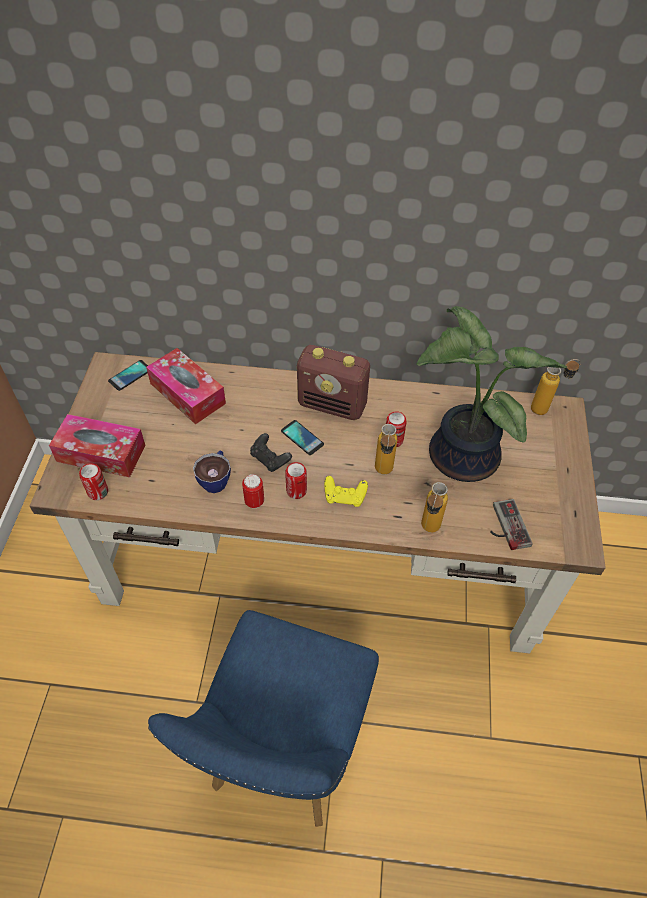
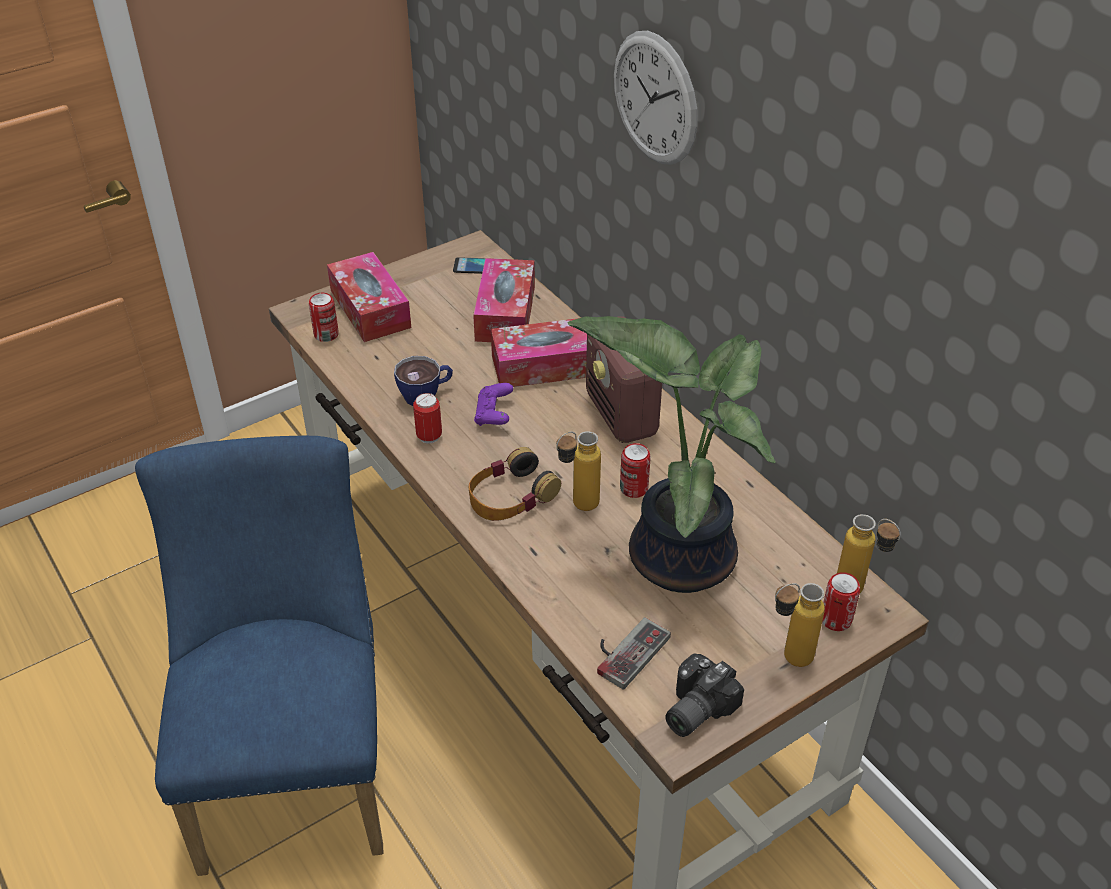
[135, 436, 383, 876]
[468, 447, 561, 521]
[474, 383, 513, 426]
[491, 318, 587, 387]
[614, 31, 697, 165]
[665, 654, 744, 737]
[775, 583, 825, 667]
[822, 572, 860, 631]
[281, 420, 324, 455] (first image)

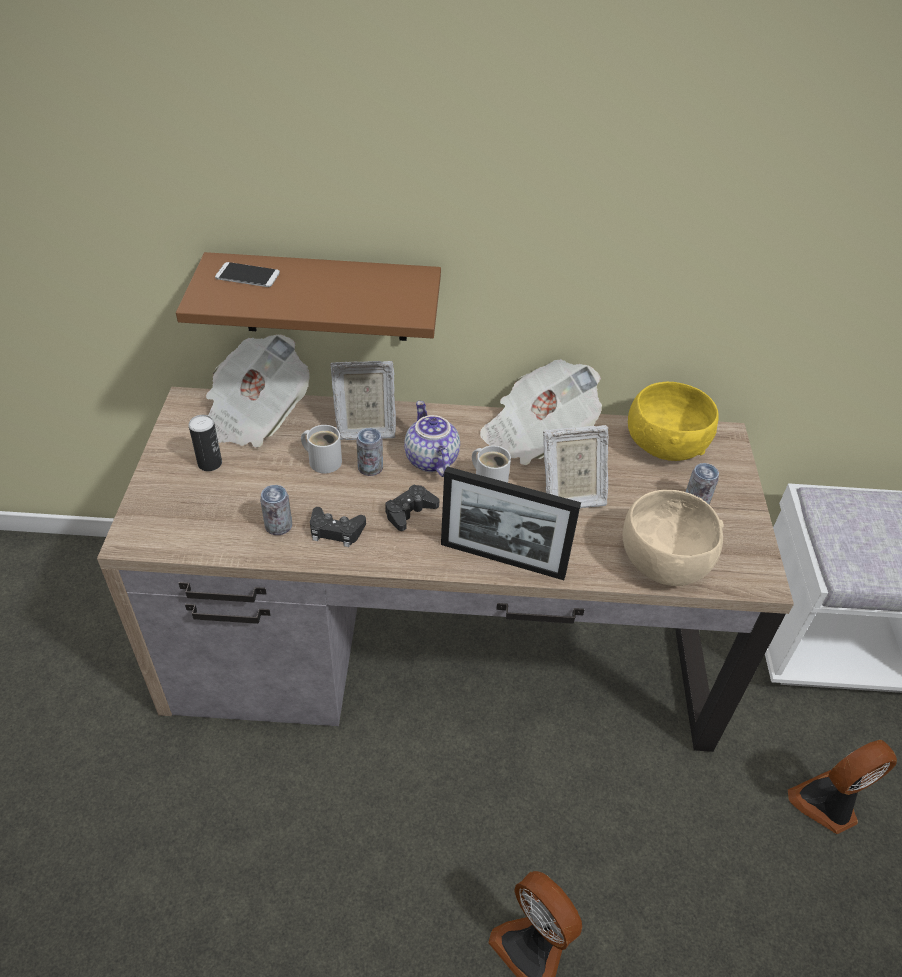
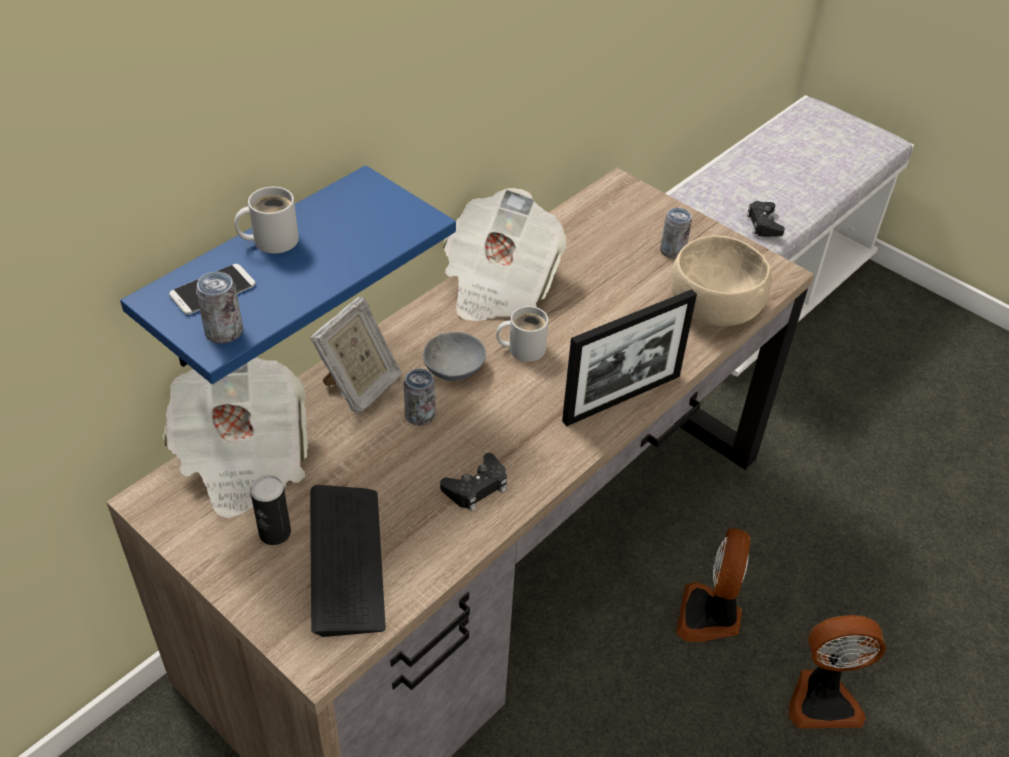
[120, 165, 456, 384]
[196, 272, 243, 344]
[234, 187, 299, 254]
[310, 485, 386, 637]
[423, 332, 486, 381]
[676, 528, 751, 642]
[746, 201, 785, 237]
[543, 425, 609, 508] (first image)
[628, 382, 719, 461] (first image)

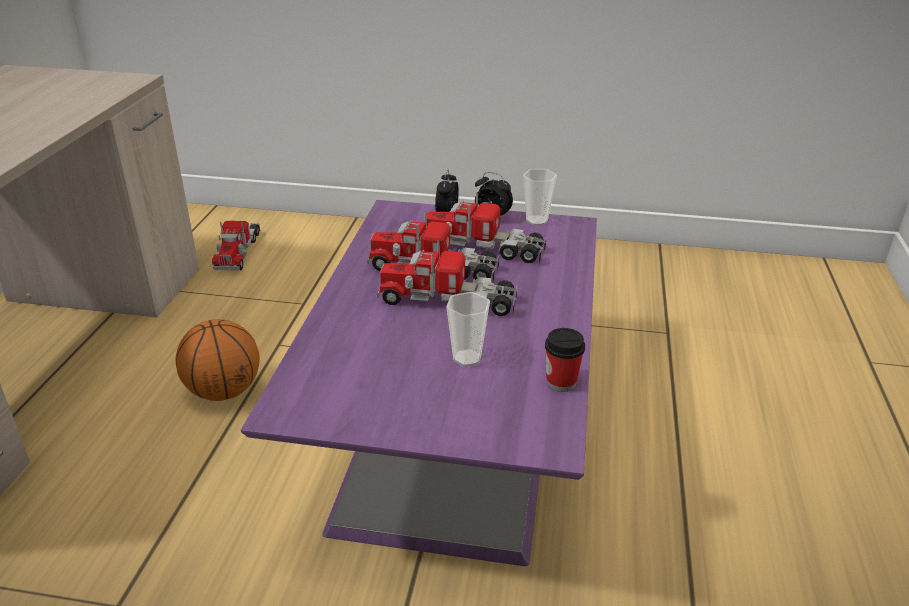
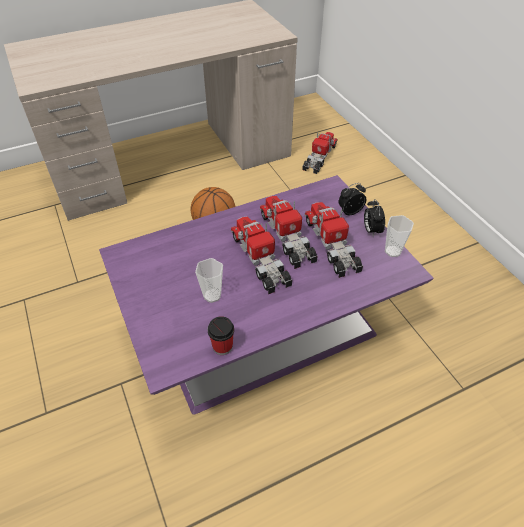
[302, 132, 338, 174]

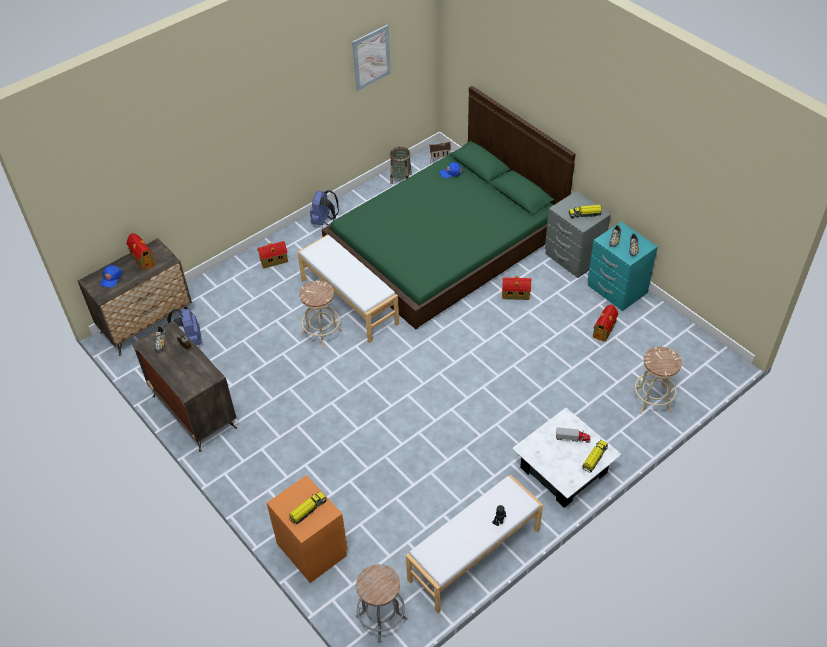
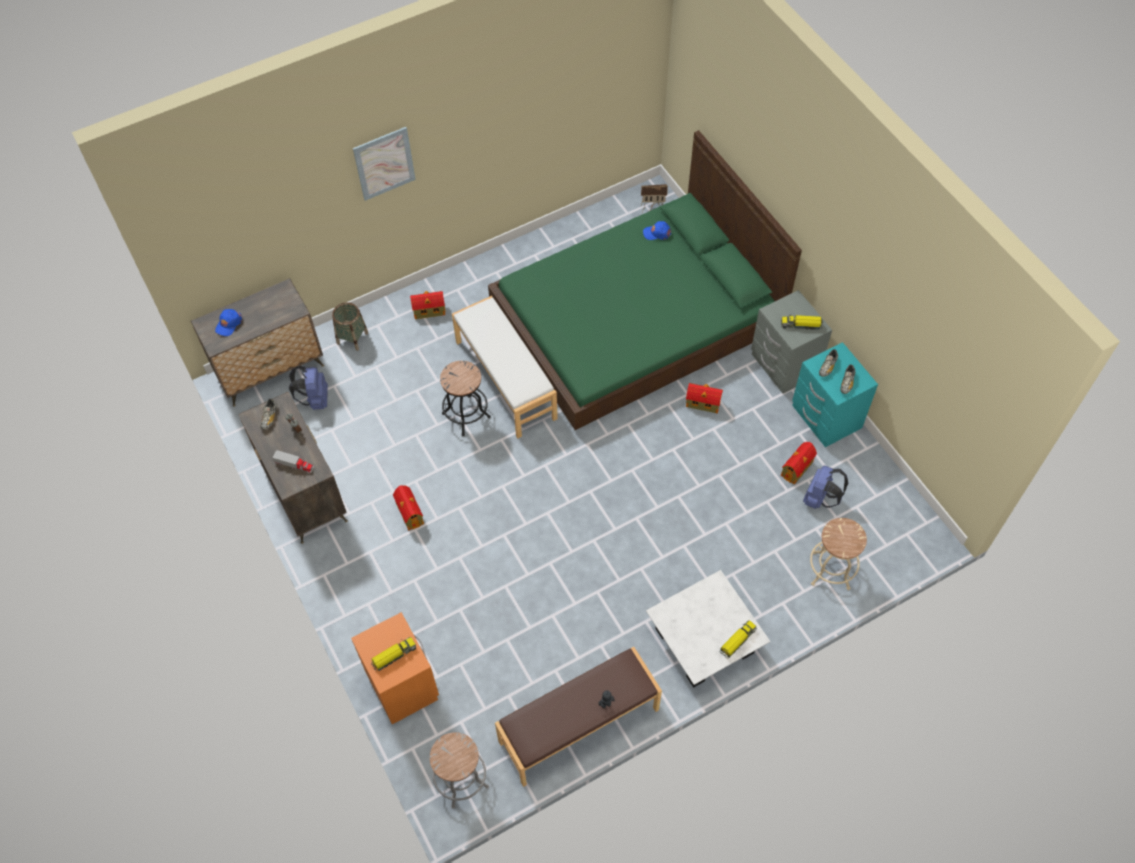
[273, 450, 314, 473]
[332, 302, 368, 351]
[353, 127, 416, 201]
[393, 485, 424, 530]
[440, 361, 491, 436]
[495, 647, 662, 787]
[803, 465, 848, 509]

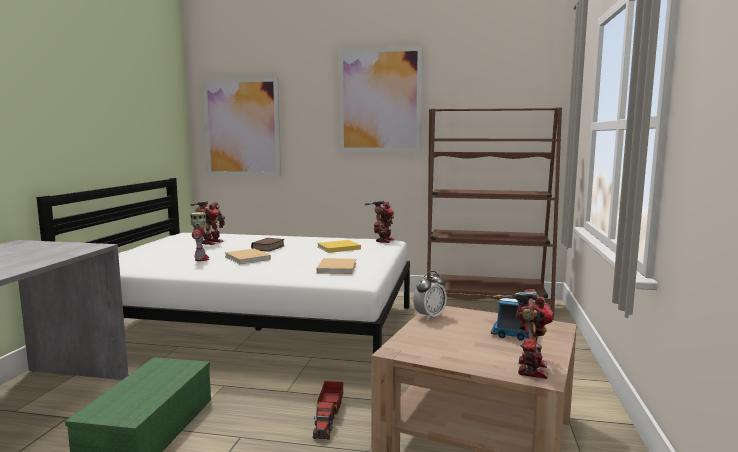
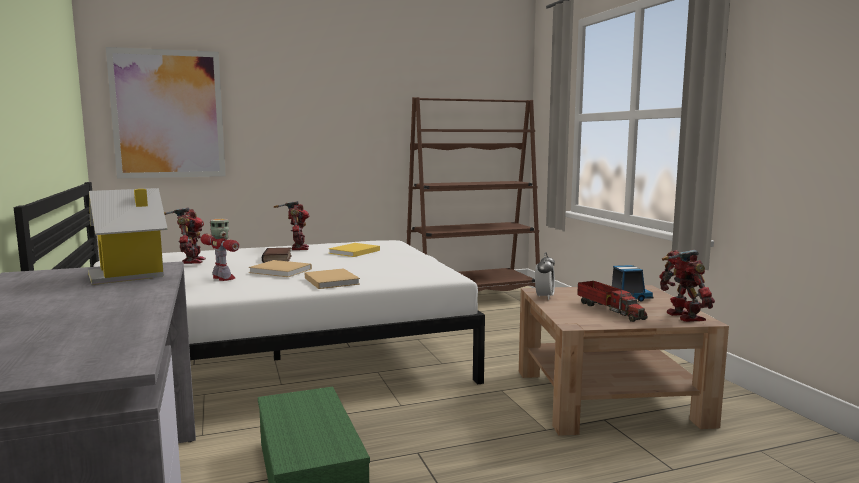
[88, 188, 168, 285]
[274, 201, 309, 250]
[305, 268, 360, 289]
[577, 281, 647, 322]
[339, 46, 423, 152] (first image)

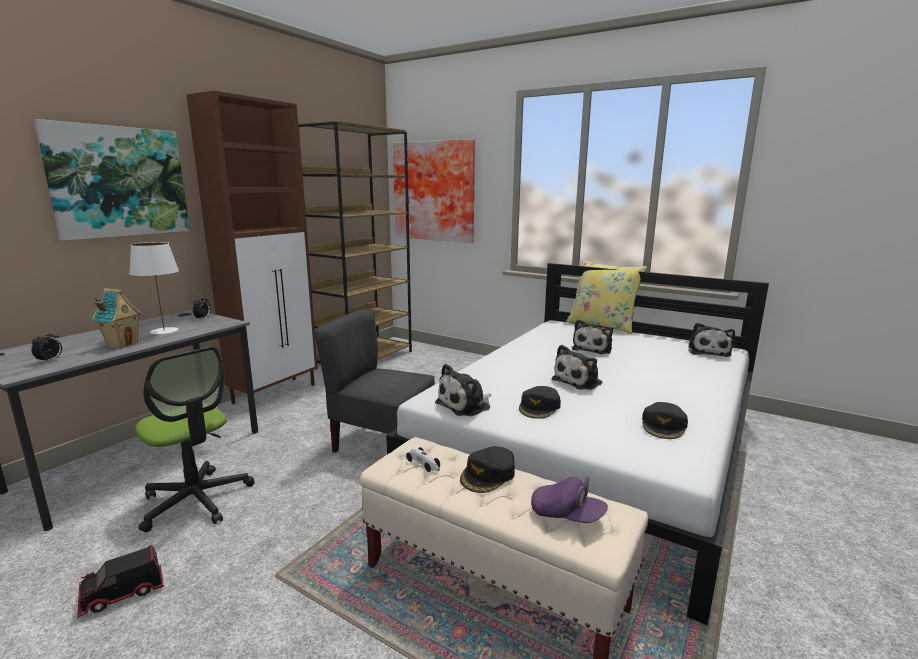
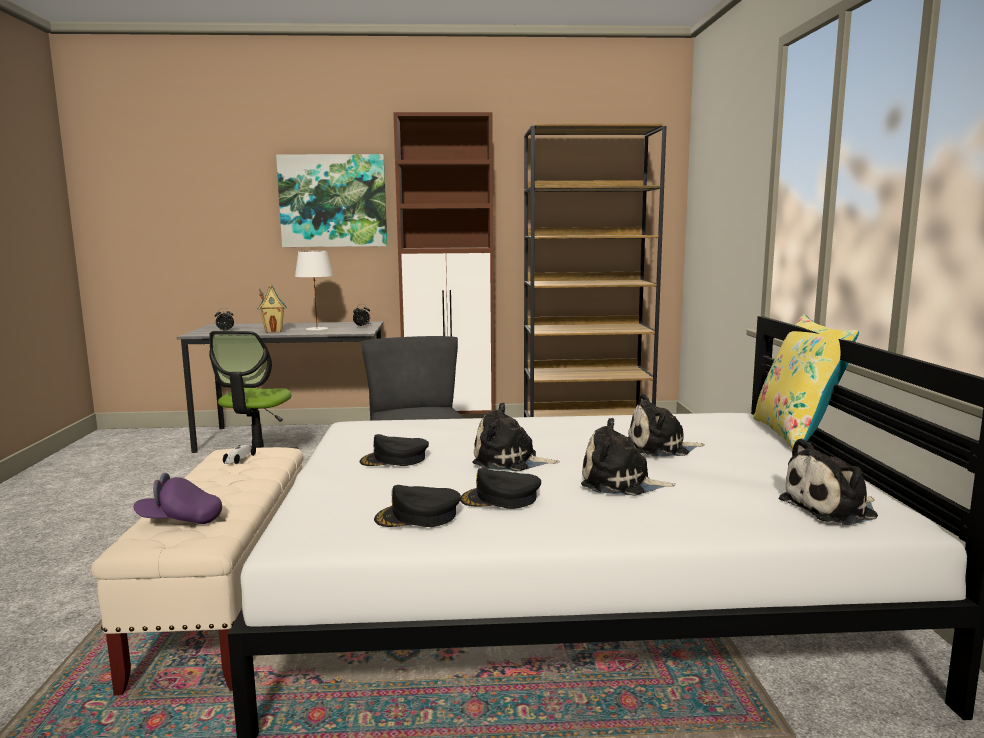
[133, 473, 222, 524]
[460, 468, 541, 509]
[581, 418, 677, 496]
[77, 545, 164, 618] (first image)
[393, 139, 475, 243] (first image)

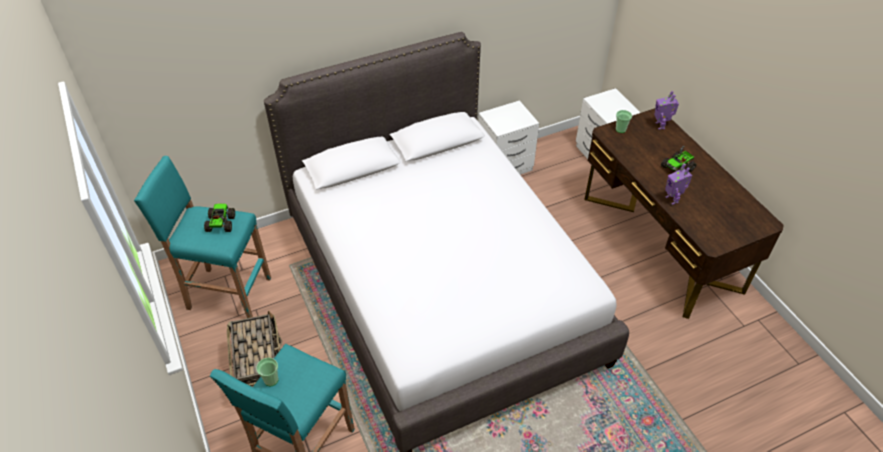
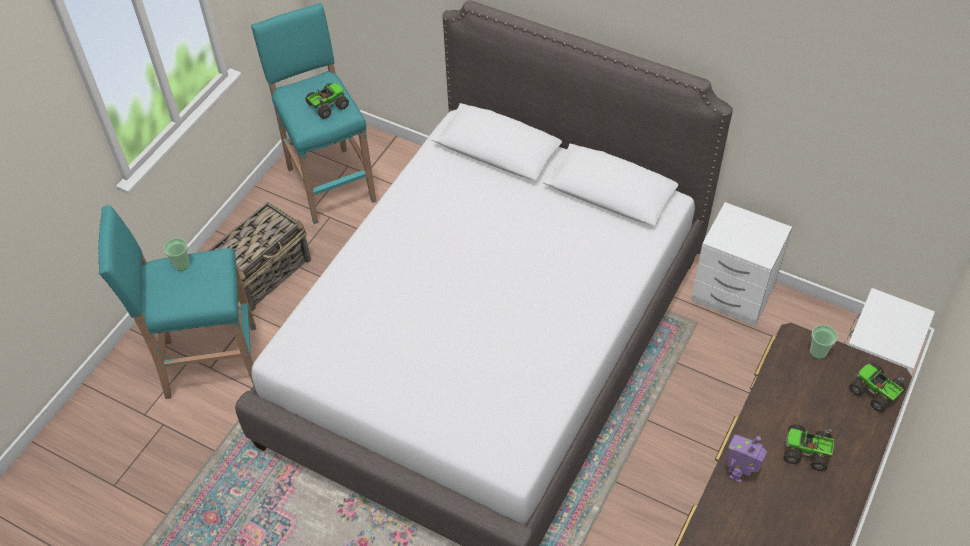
[849, 363, 905, 412]

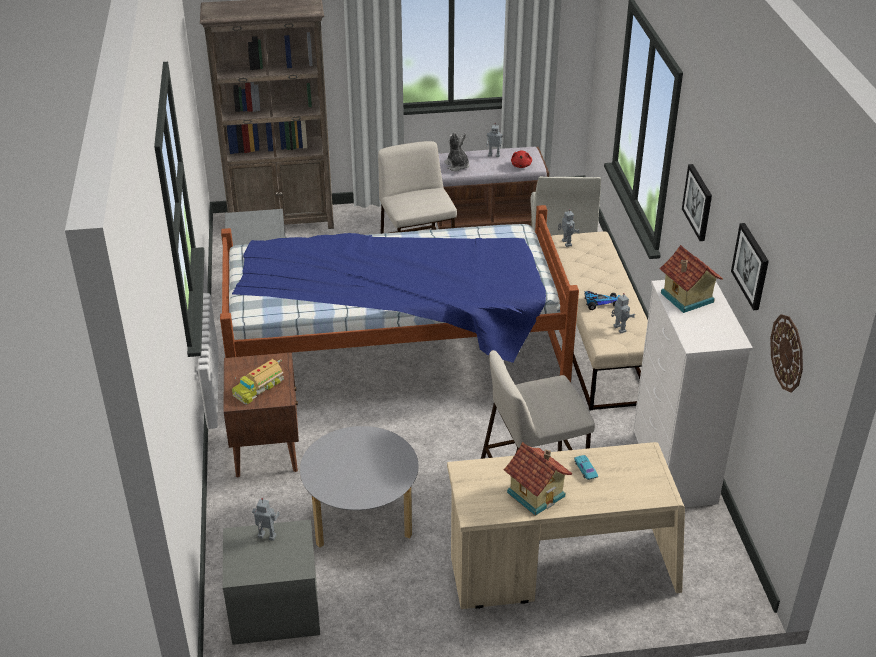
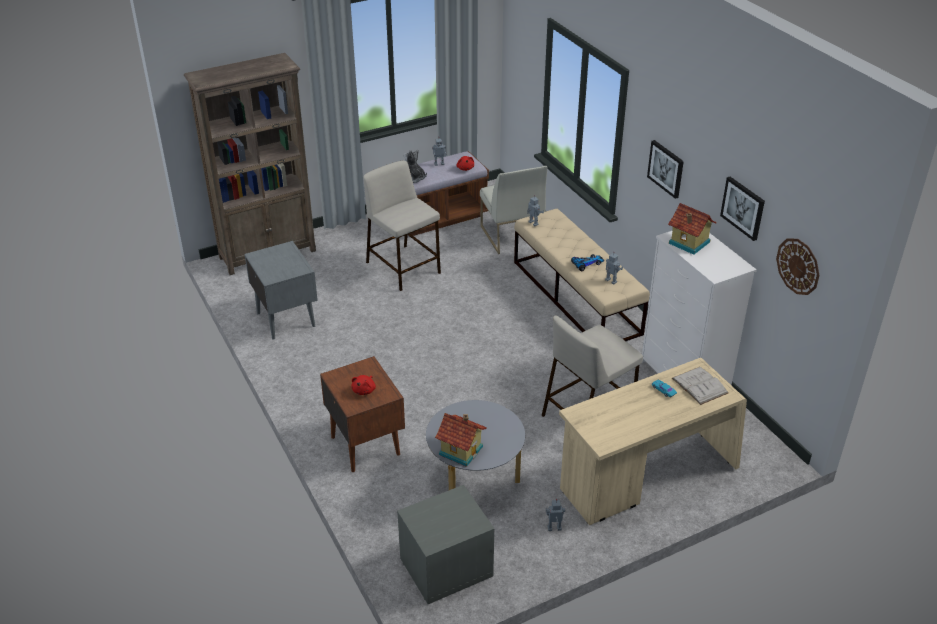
[351, 375, 376, 395]
[435, 413, 487, 467]
[546, 499, 565, 531]
[672, 367, 728, 405]
[220, 205, 579, 382] (first image)

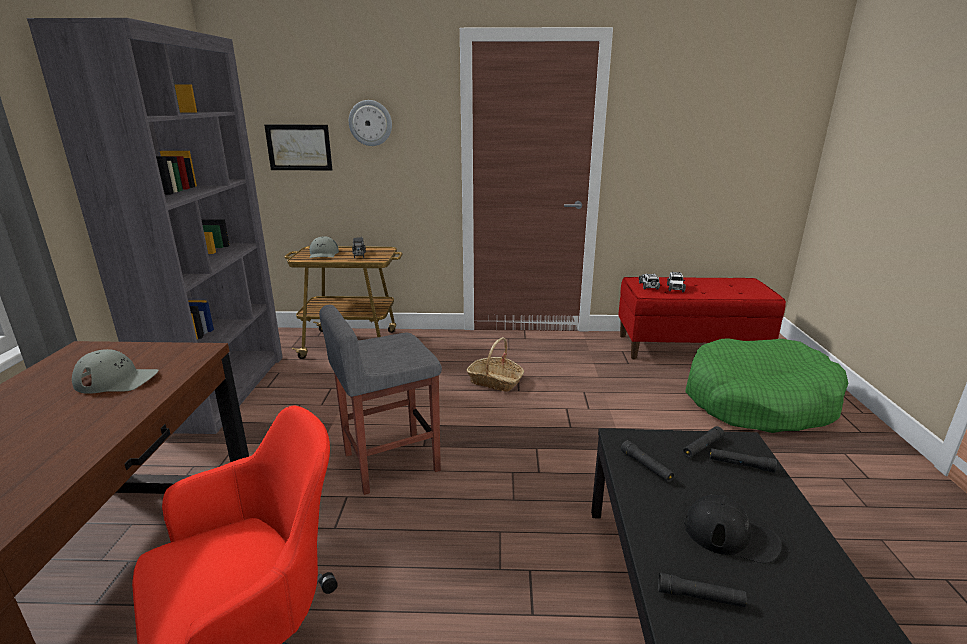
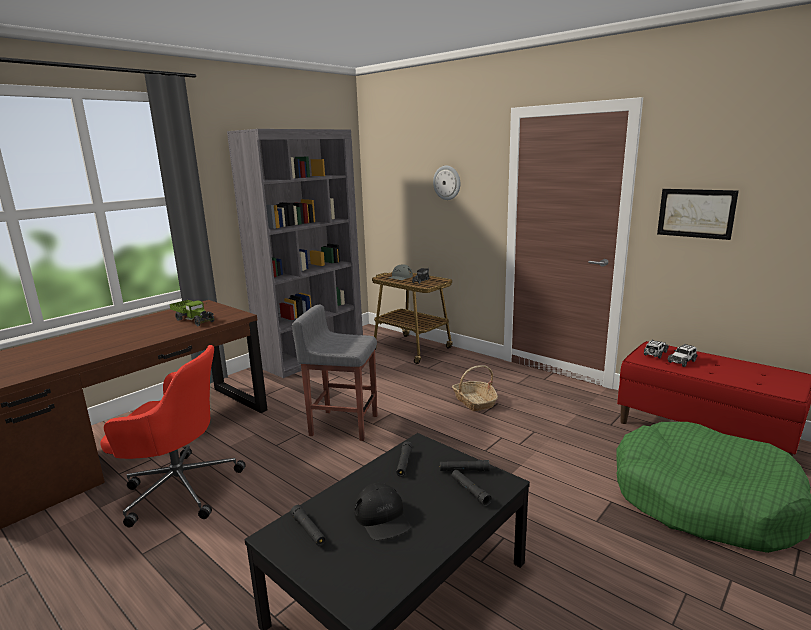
[169, 300, 215, 326]
[657, 189, 739, 240]

